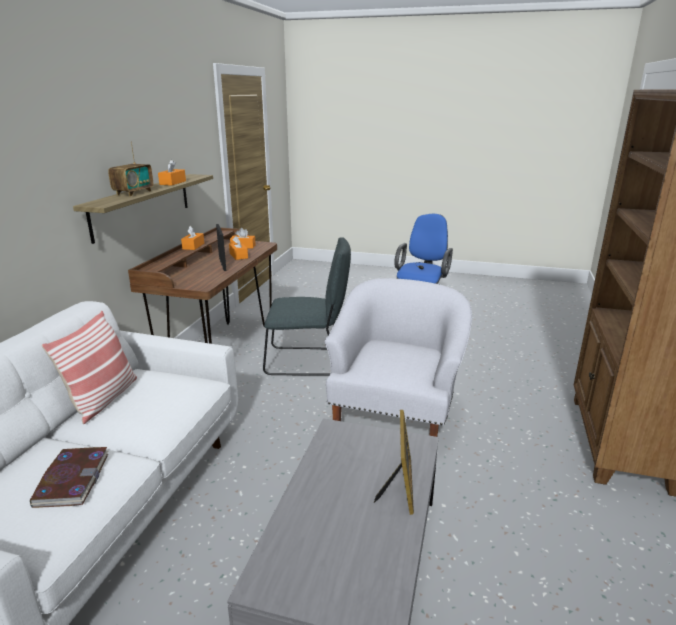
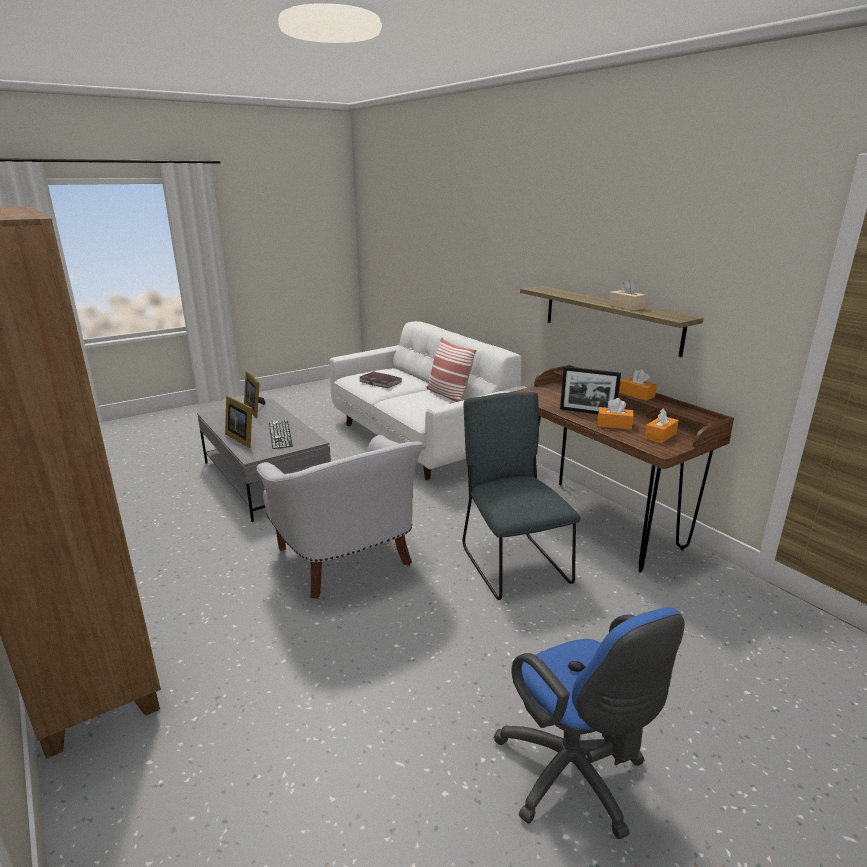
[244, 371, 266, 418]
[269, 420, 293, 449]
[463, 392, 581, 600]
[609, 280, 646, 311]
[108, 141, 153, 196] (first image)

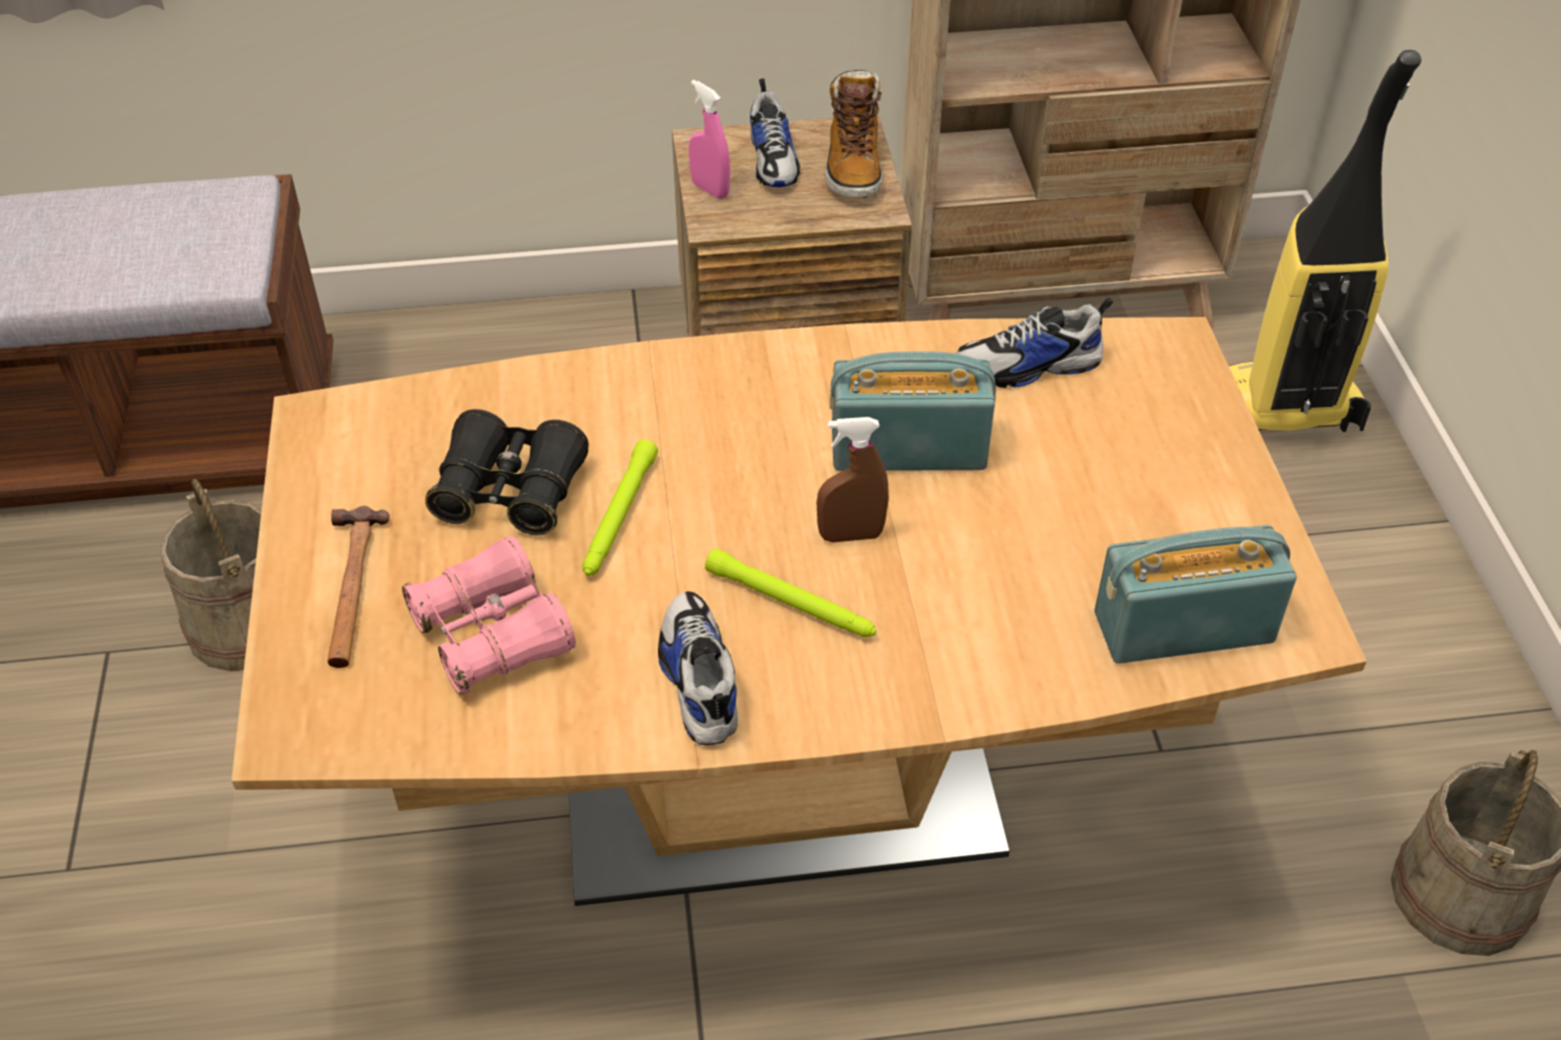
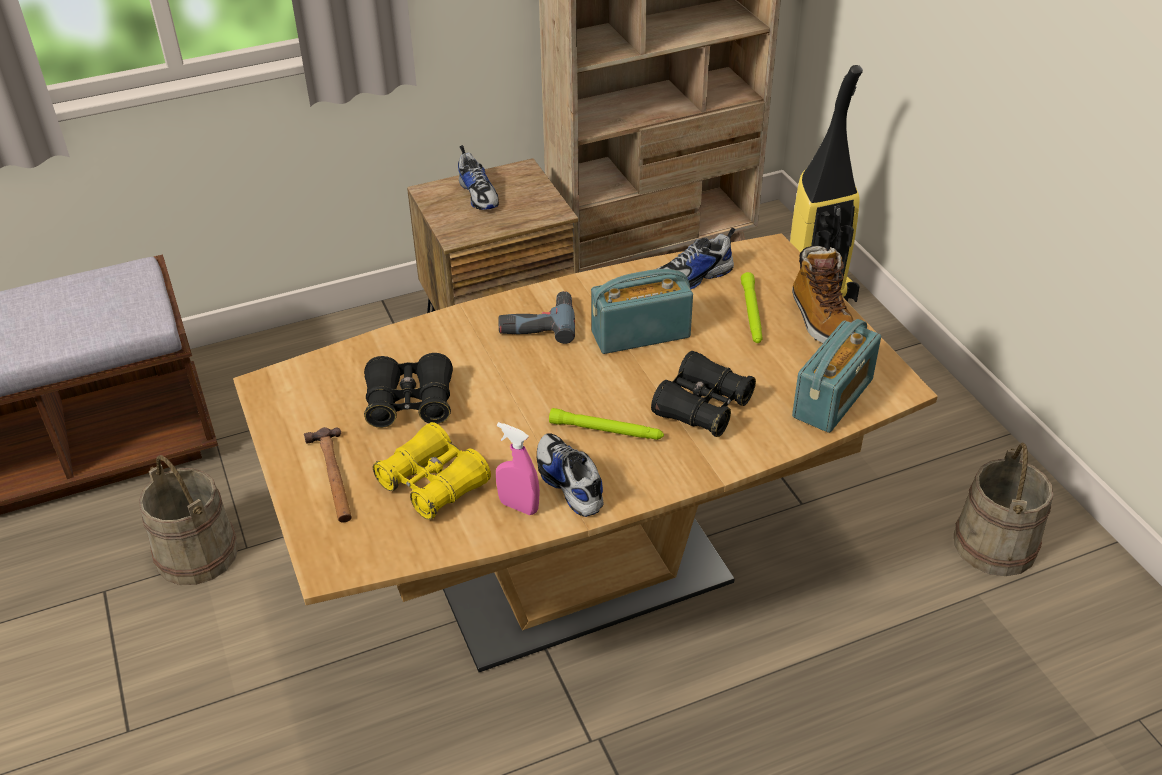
[373, 422, 491, 520]
[496, 422, 540, 515]
[499, 291, 575, 344]
[651, 351, 756, 437]
[741, 272, 763, 343]
[792, 245, 854, 343]
[792, 319, 881, 433]
[816, 417, 889, 542] (first image)

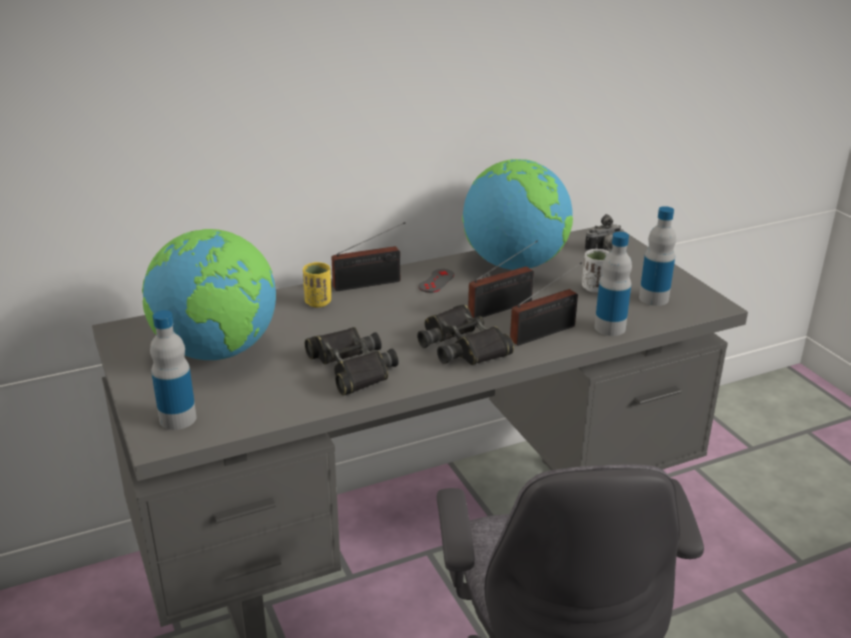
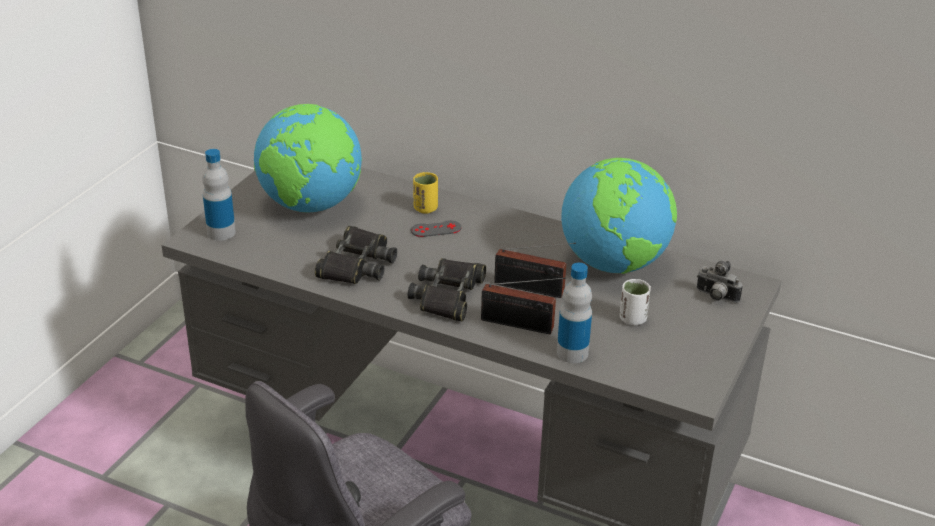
[411, 220, 461, 237]
[331, 222, 405, 291] (first image)
[639, 206, 676, 306] (first image)

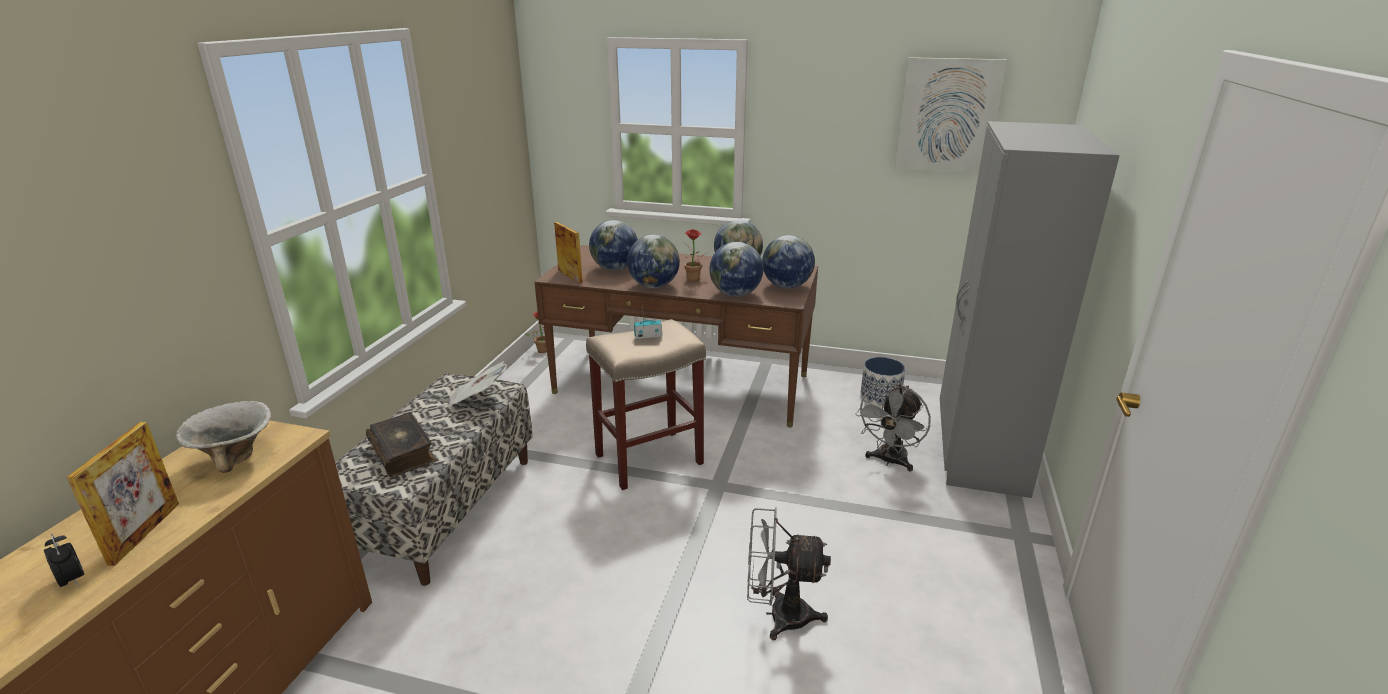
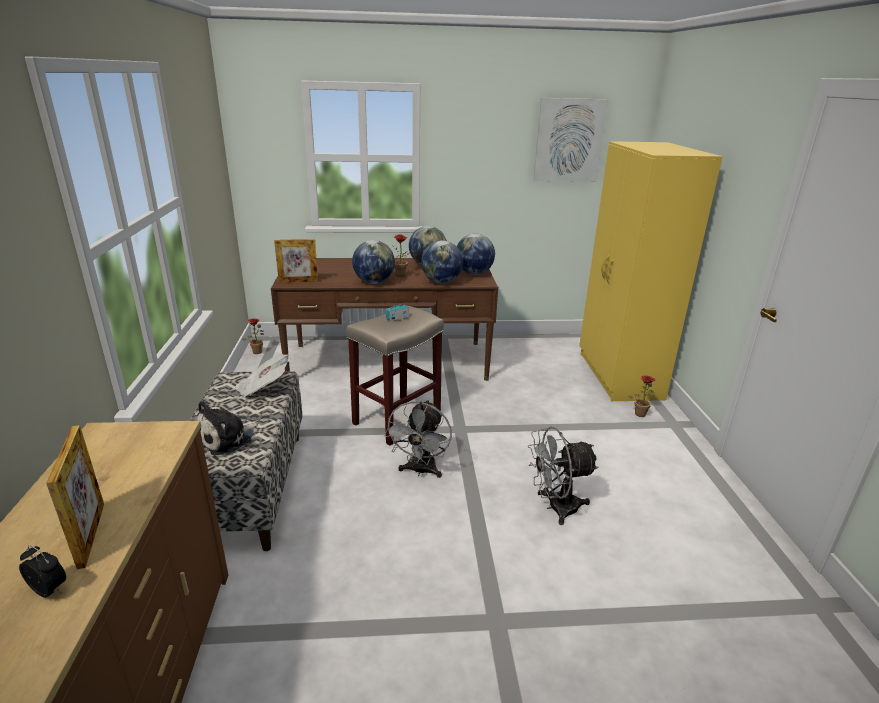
[196, 400, 258, 456]
[274, 239, 318, 283]
[384, 400, 452, 478]
[579, 141, 723, 401]
[628, 375, 655, 417]
[176, 401, 271, 473] (first image)
[589, 220, 638, 270] (first image)
[860, 357, 906, 407] (first image)

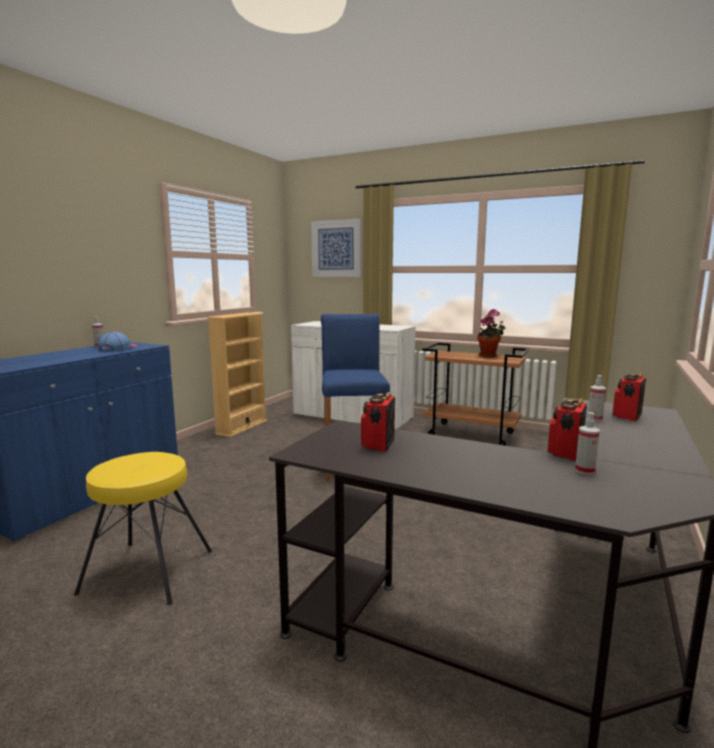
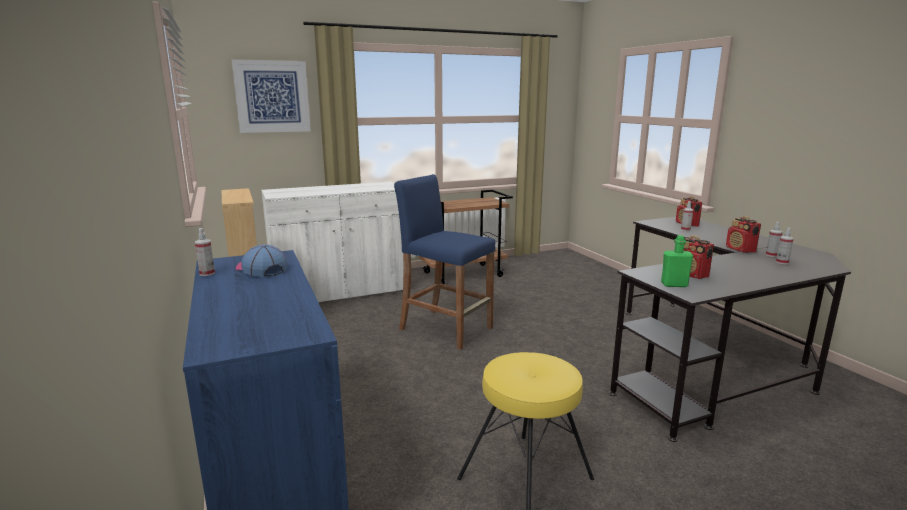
[661, 235, 693, 287]
[776, 228, 794, 264]
[477, 309, 505, 358] (first image)

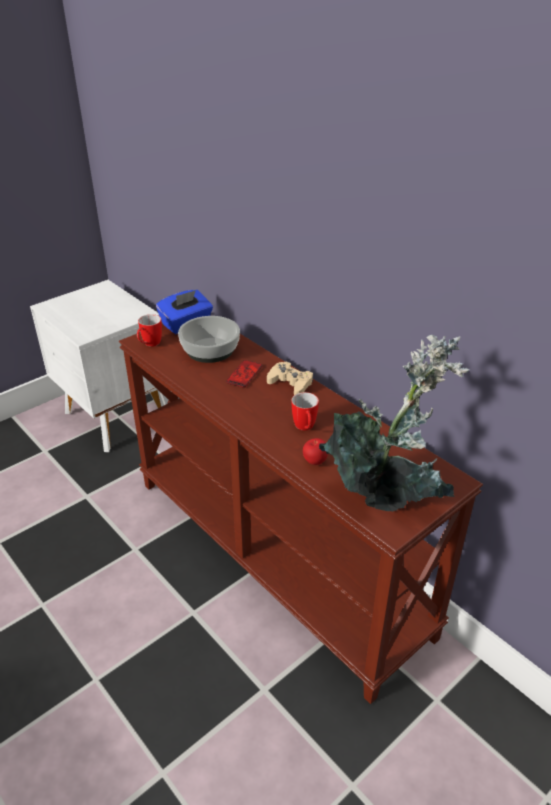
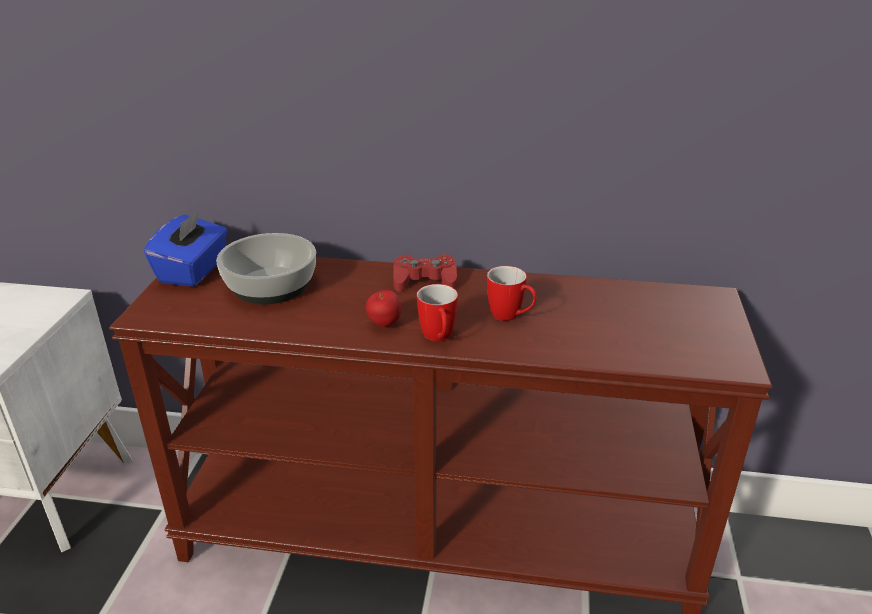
[366, 290, 402, 327]
[393, 254, 457, 291]
[417, 284, 458, 342]
[226, 360, 262, 388] (first image)
[319, 335, 470, 512] (first image)

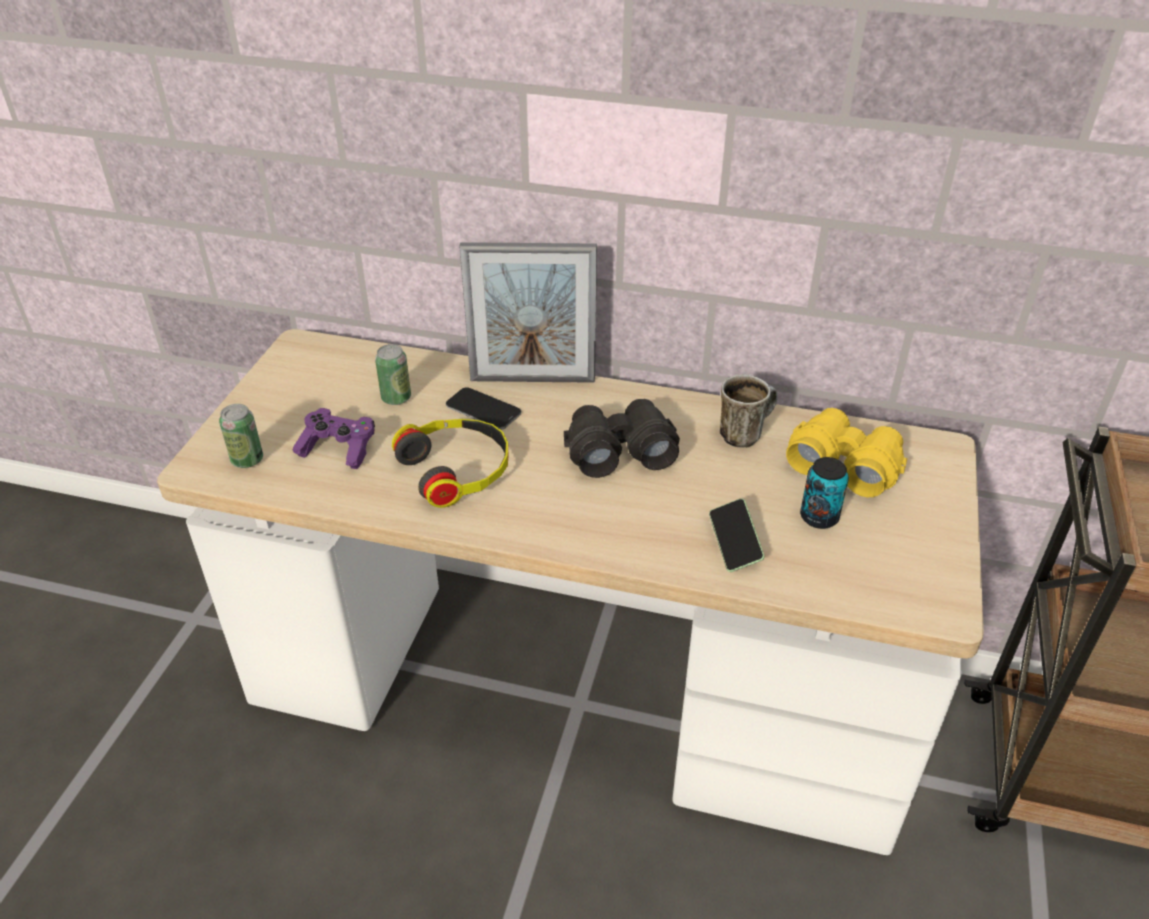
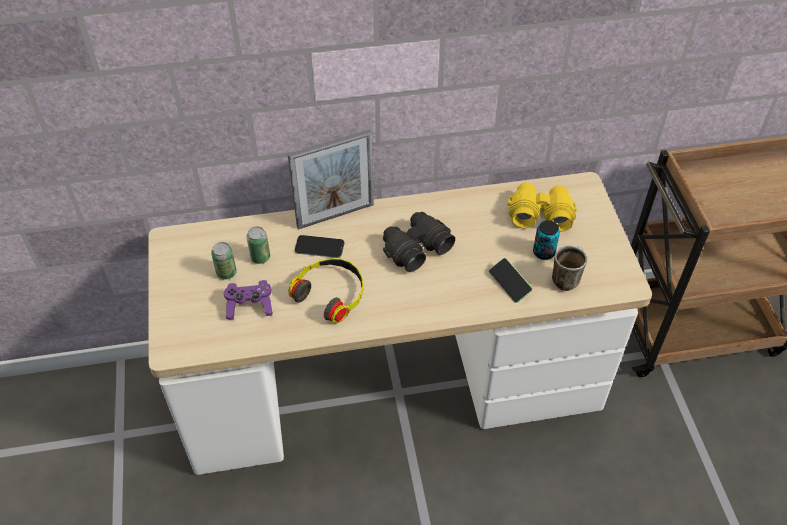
[211, 242, 237, 280]
[552, 245, 587, 291]

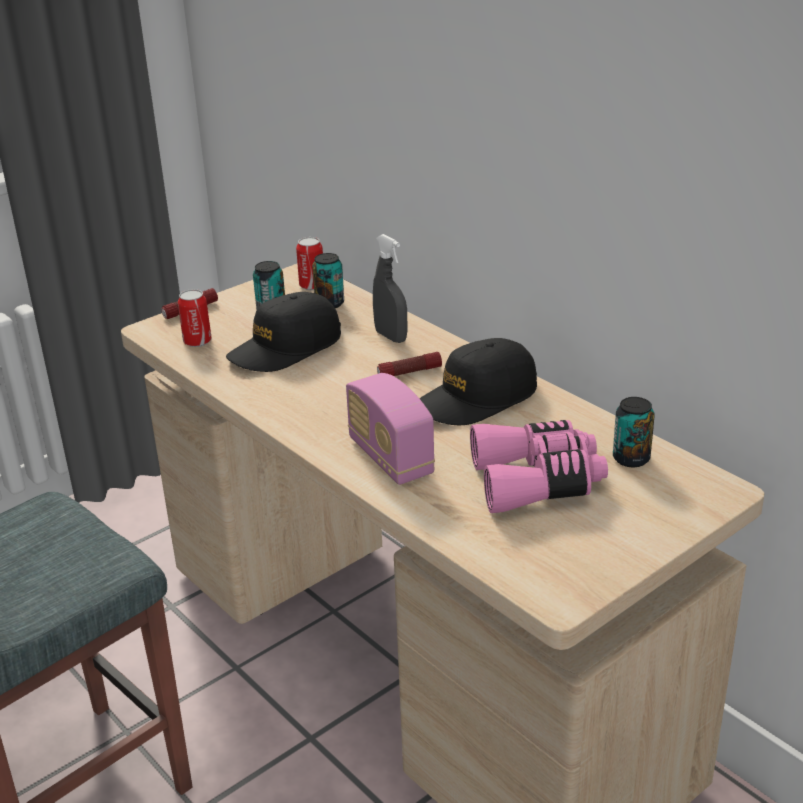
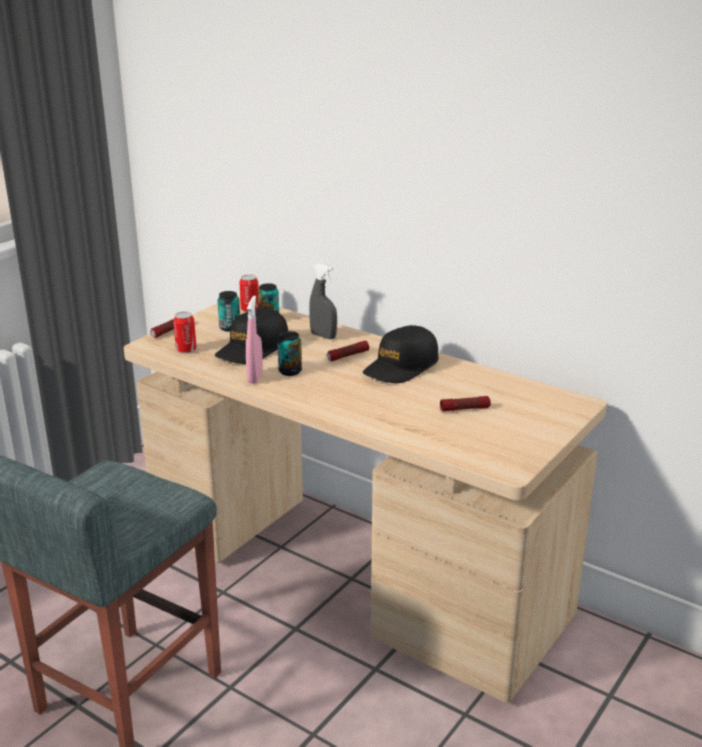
[246, 296, 263, 383]
[277, 331, 302, 376]
[440, 396, 491, 411]
[346, 373, 435, 485] (first image)

